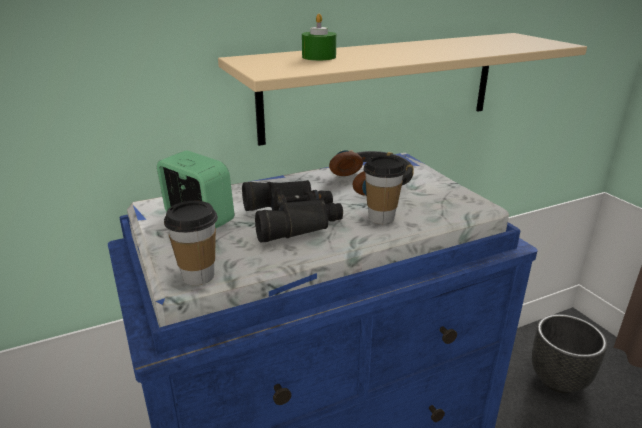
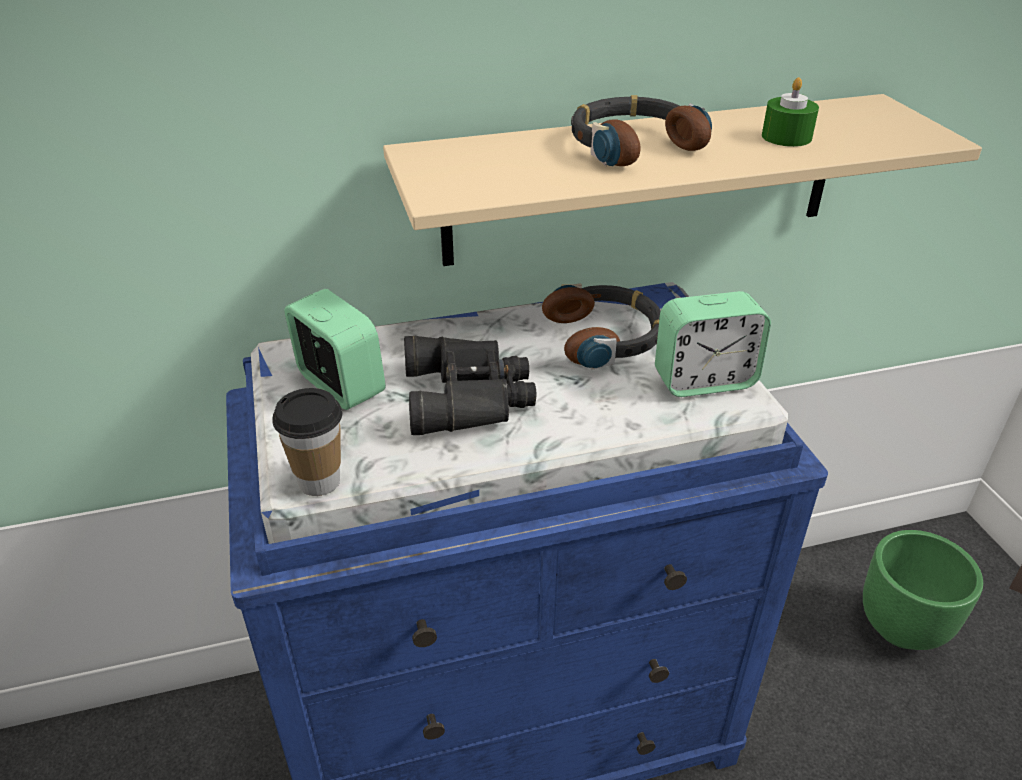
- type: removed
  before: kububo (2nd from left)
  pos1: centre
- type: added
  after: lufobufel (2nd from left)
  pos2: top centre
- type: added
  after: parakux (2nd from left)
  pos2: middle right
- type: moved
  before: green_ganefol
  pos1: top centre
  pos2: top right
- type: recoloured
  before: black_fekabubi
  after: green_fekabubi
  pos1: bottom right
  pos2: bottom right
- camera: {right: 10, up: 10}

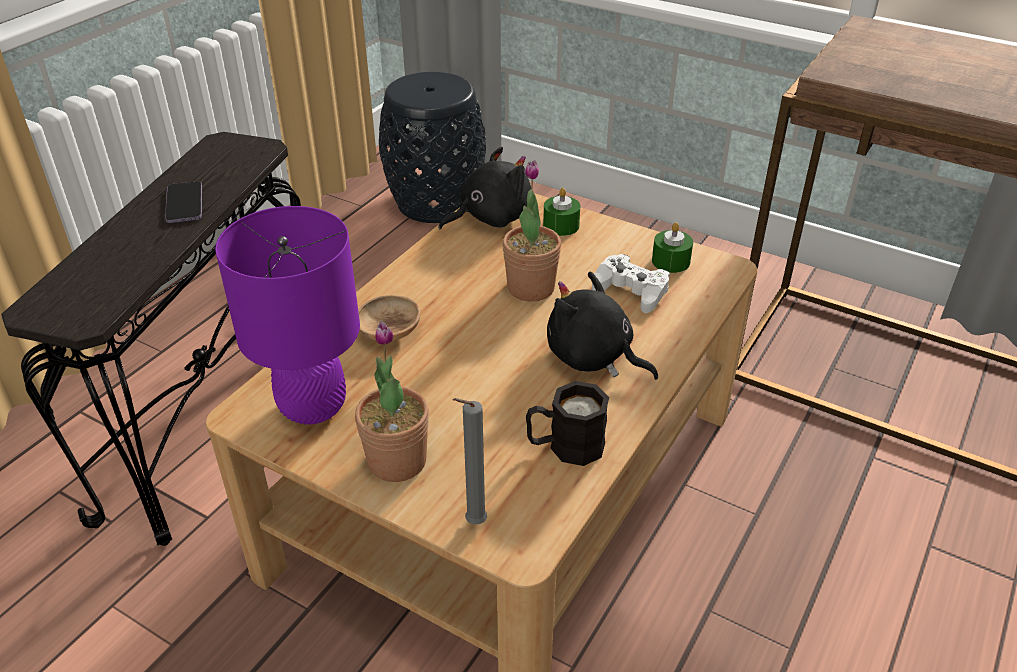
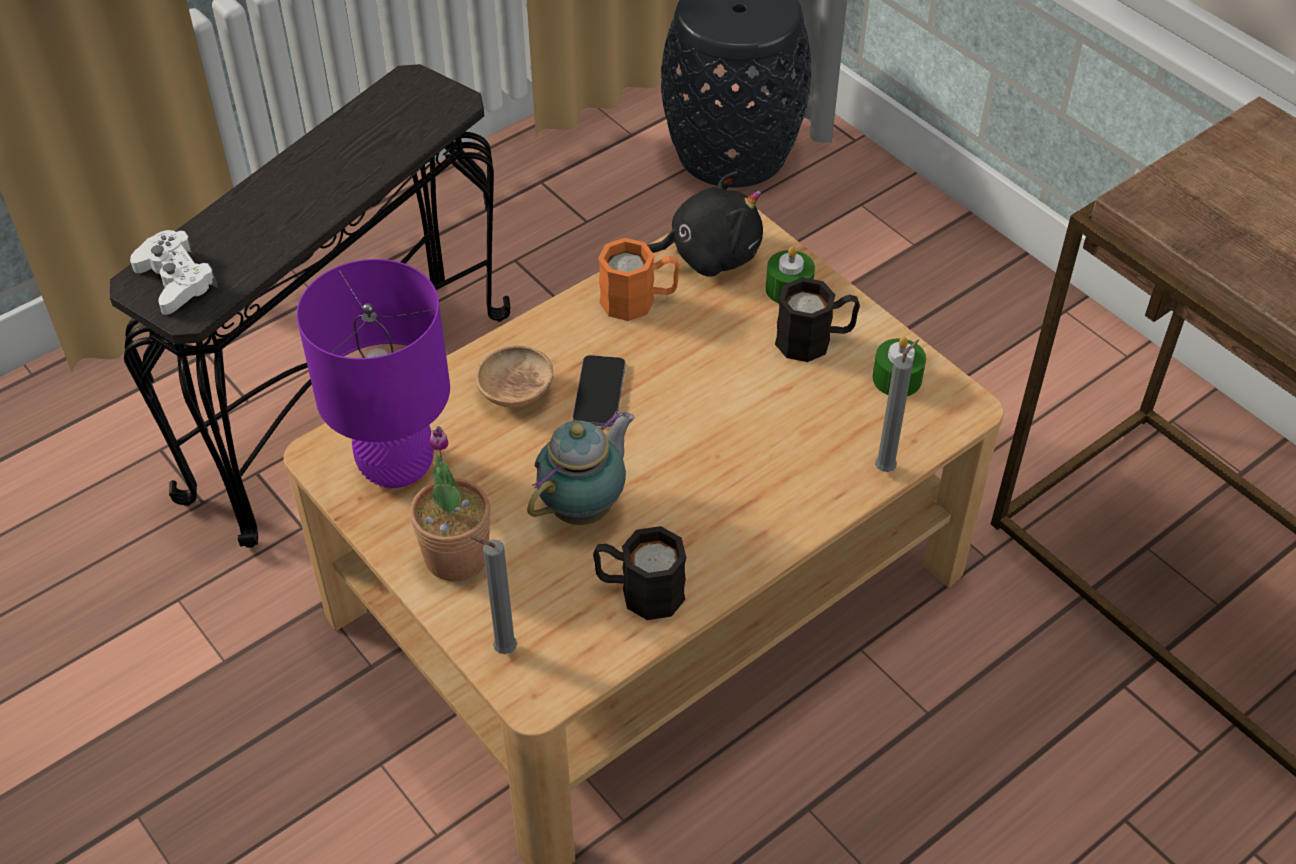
- type: removed
  before: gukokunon (2nd from left)
  pos1: centre
- type: removed
  before: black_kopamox (2nd from left)
  pos1: centre
- type: added
  after: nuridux
  pos2: centre
- type: added
  after: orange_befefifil
  pos2: top centre
- type: added
  after: black_befefifil (2nd from left)
  pos2: centre
- type: added
  after: grey_ganefol (2nd from left)
  pos2: middle right
- type: moved
  before: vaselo
  pos1: top left
  pos2: centre
- type: moved
  before: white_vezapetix
  pos1: centre
  pos2: top left
- camera: {right: 20, up: 10}

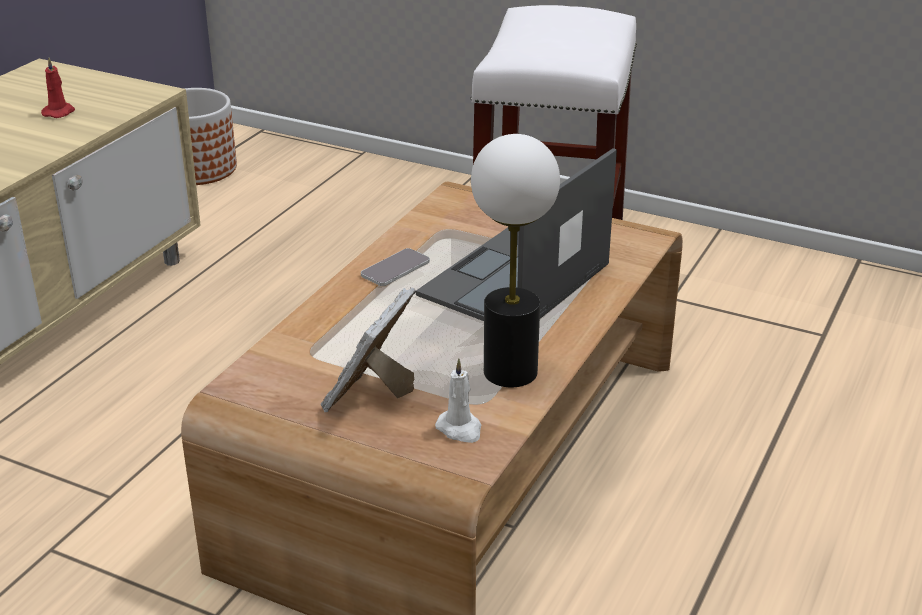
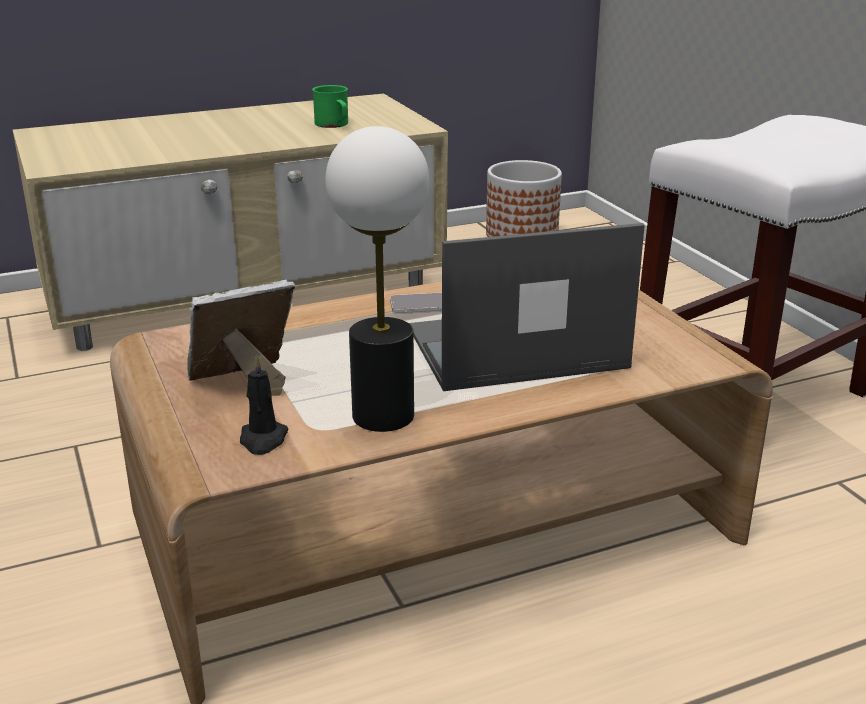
- type: replaced
  before: red_ganefol
  after: green_befefifil
  pos1: top left
  pos2: top centre
- type: recoloured
  before: white_ganefol
  after: black_ganefol
  pos1: centre
  pos2: middle left
- camera: {right: 40, up: -5}

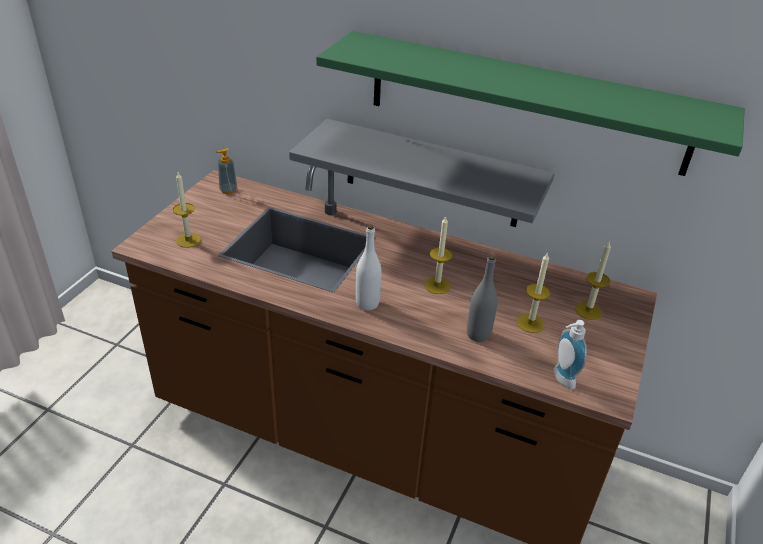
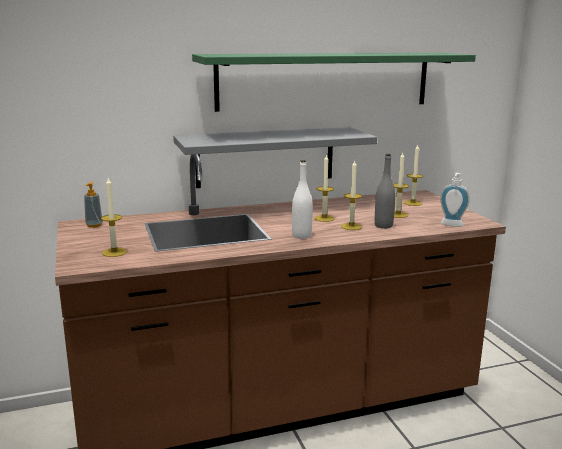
- type: added
  after: ganefol (3rd from left)
  pos2: centre
- camera: {right: -40, up: -20}

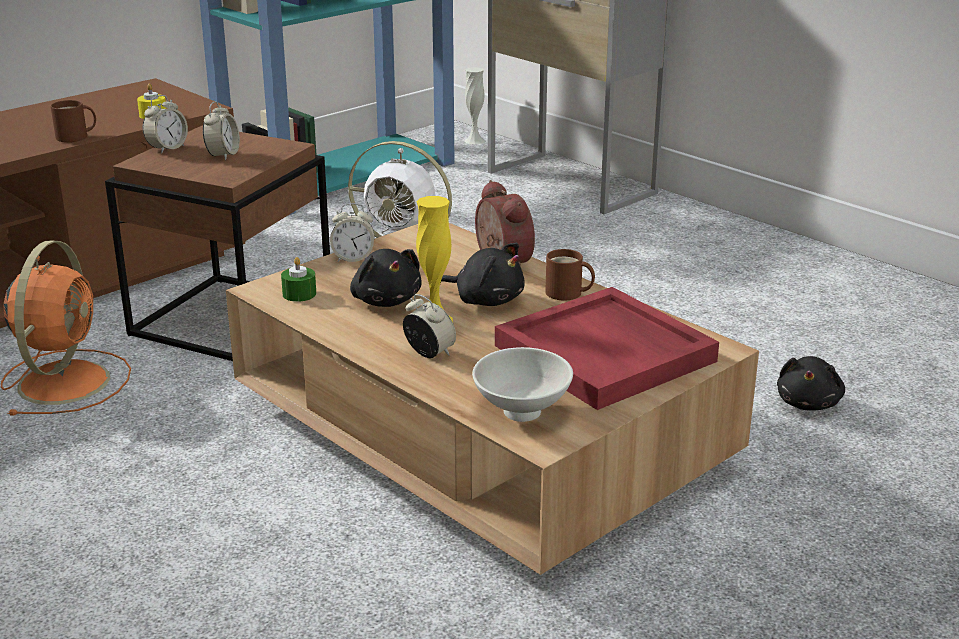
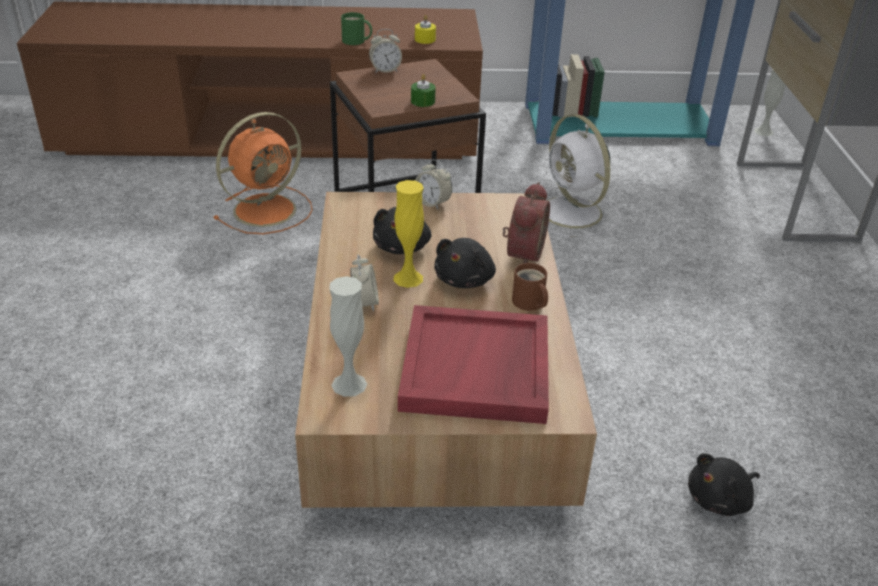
- type: removed
  before: parakux (2nd from left)
  pos1: top left
- type: moved
  before: green_ganefol
  pos1: middle left
  pos2: top centre
- type: replaced
  before: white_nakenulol
  after: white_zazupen (1st from left)
  pos1: centre
  pos2: centre
- type: recoloured
  before: brown_befefifil (1st from left)
  after: green_befefifil
  pos1: top left
  pos2: top centre
- type: turned
  before: black_kopamox (2nd from left)
  pos1: centre
  pos2: centre
  turn: 45
- camera: {right: 40, up: 10}

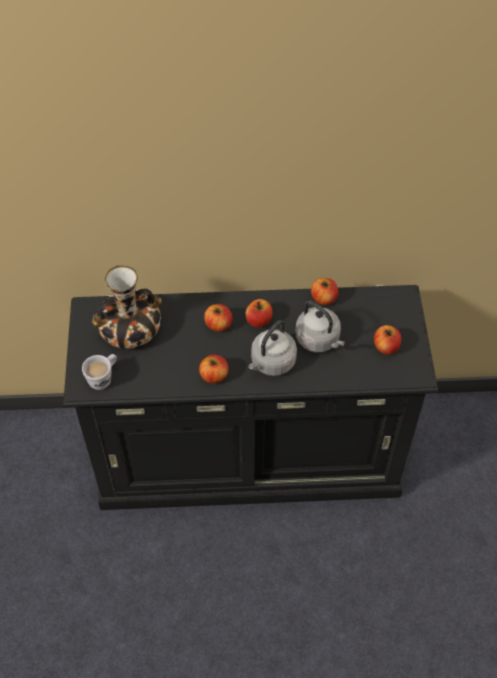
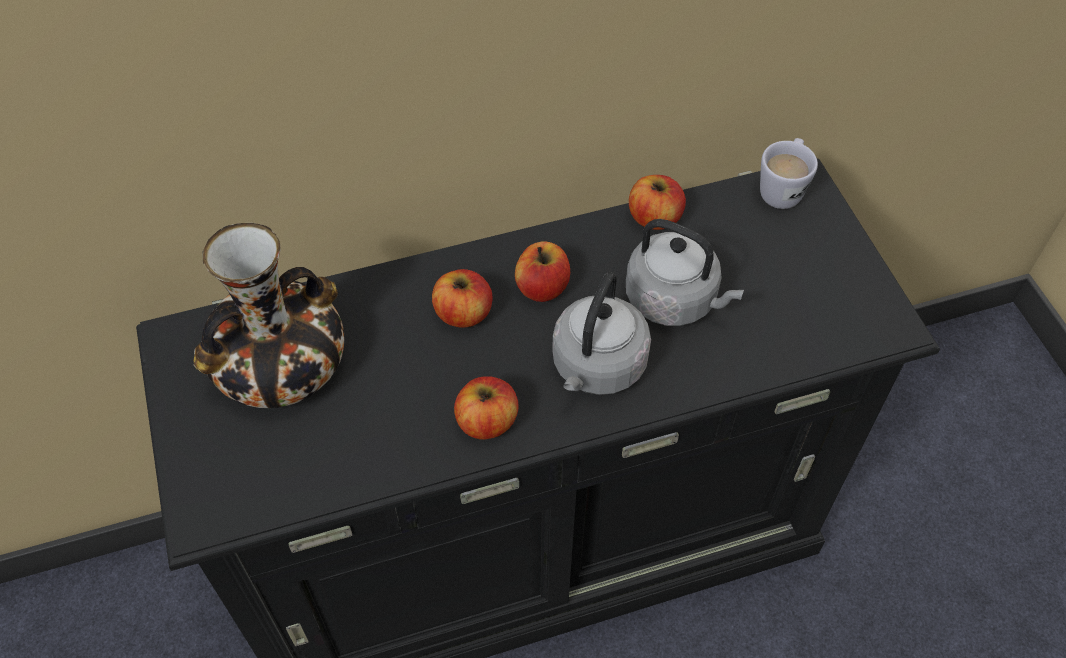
- type: removed
  before: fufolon (5th from left)
  pos1: middle right
- type: moved
  before: white_befefifil
  pos1: middle left
  pos2: top right
- camera: {right: -15, up: 0}

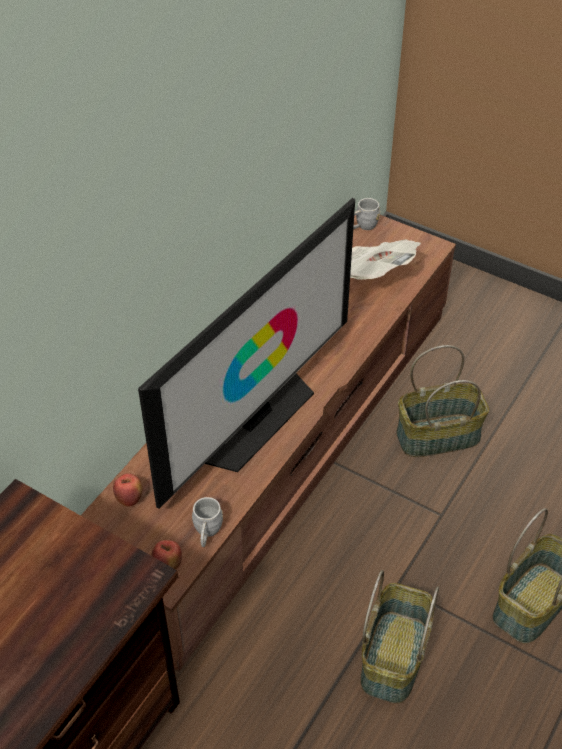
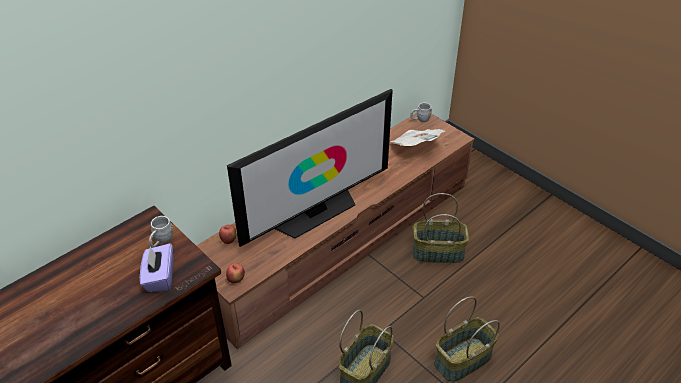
- type: added
  after: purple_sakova
  pos2: bottom left
- type: moved
  before: grey_befefifil (1st from left)
  pos1: bottom centre
  pos2: middle left
- camera: {right: 15, up: -5}

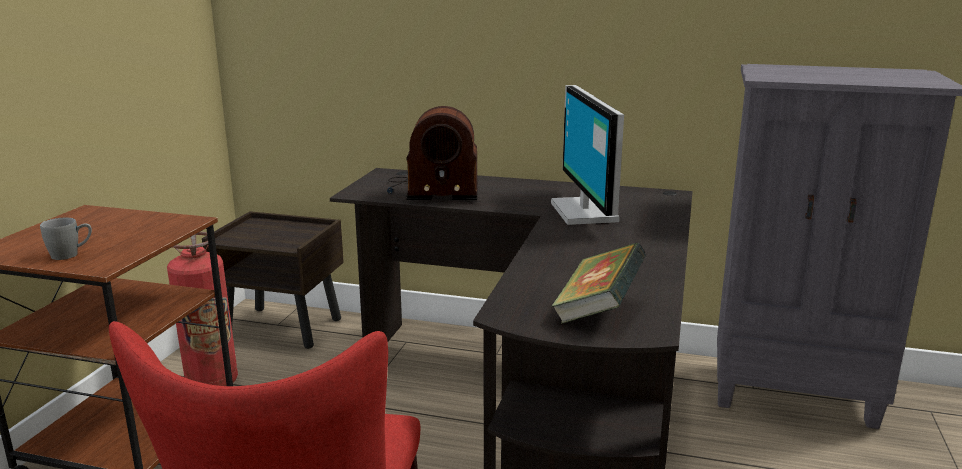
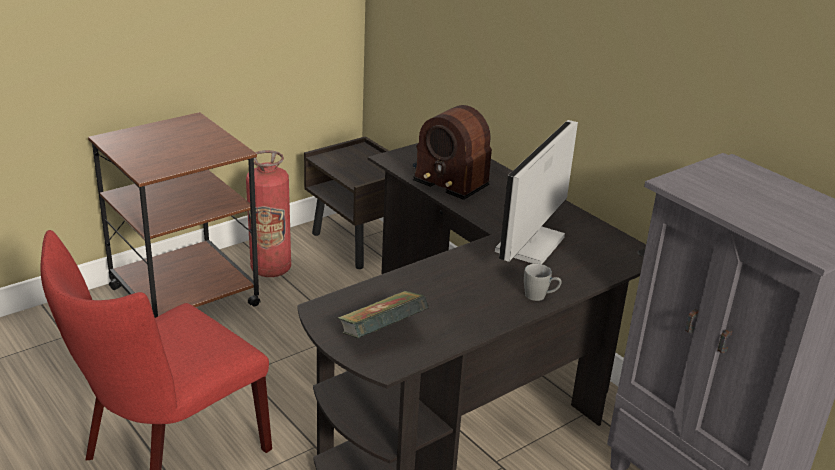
- type: moved
  before: grey_befefifil
  pos1: middle left
  pos2: centre
- camera: {right: 35, up: 10}

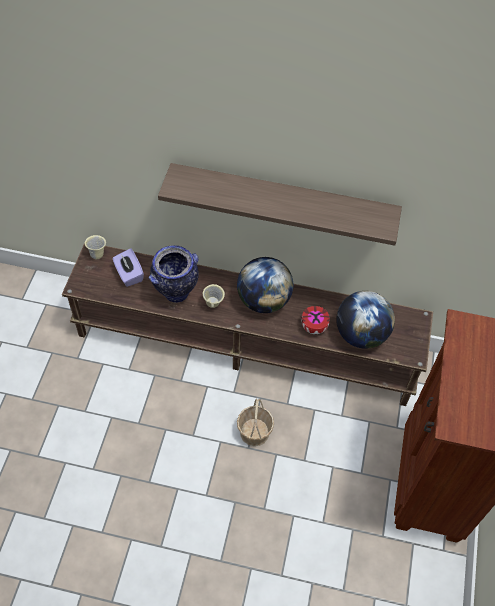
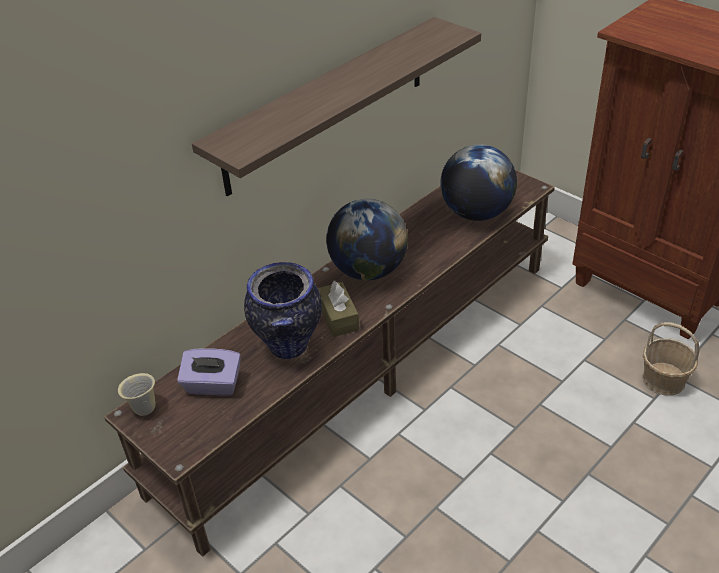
- type: removed
  before: nakenulol
  pos1: centre
- type: moved
  before: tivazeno
  pos1: bottom centre
  pos2: middle right
- type: replaced
  before: beige_befefifil (2nd from left)
  after: brown_sakova
  pos1: centre
  pos2: centre
- camera: {right: -55, up: -15}

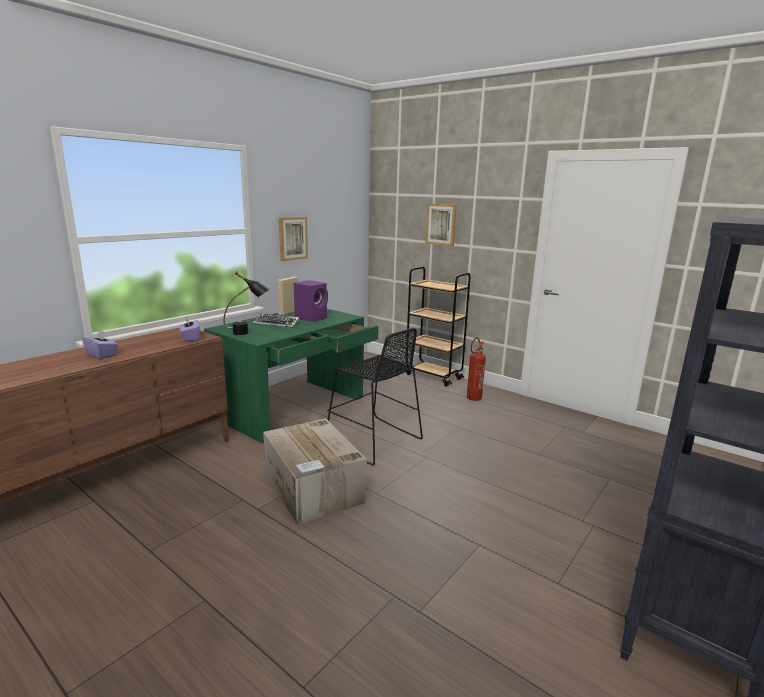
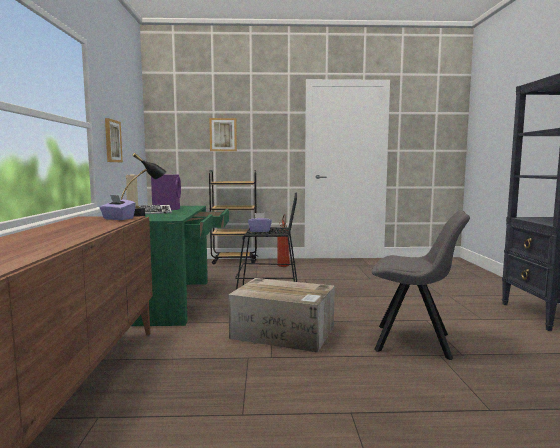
- type: added
  after: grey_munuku
  pos2: middle right
- type: moved
  before: purple_sakova (1st from left in the first image)
  after: purple_sakova (2nd from left)
  pos1: middle left
  pos2: centre
- camera: {right: -40, up: -10}

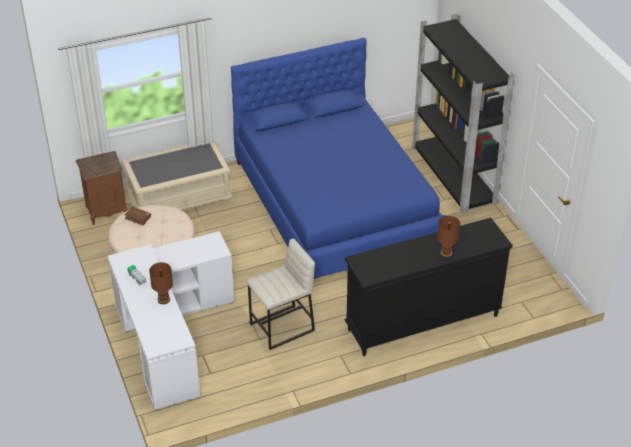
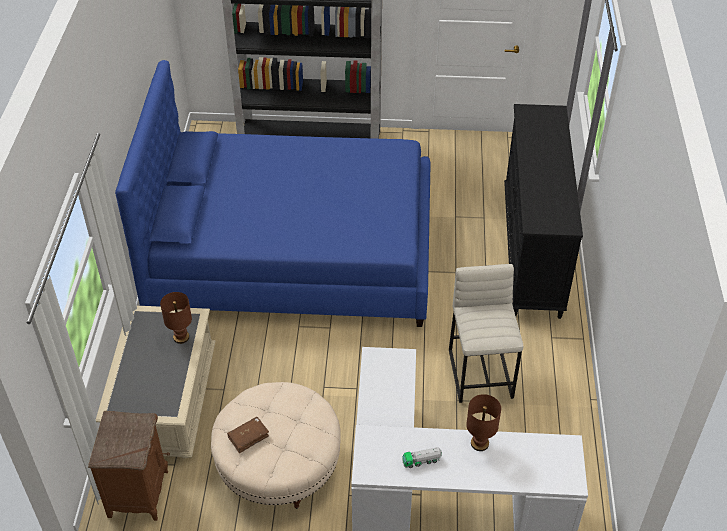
- type: moved
  before: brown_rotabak (2nd from left in the first image)
  after: brown_rotabak (1st from left)
  pos1: middle right
  pos2: middle left
- camera: {right: -65, up: 5}

